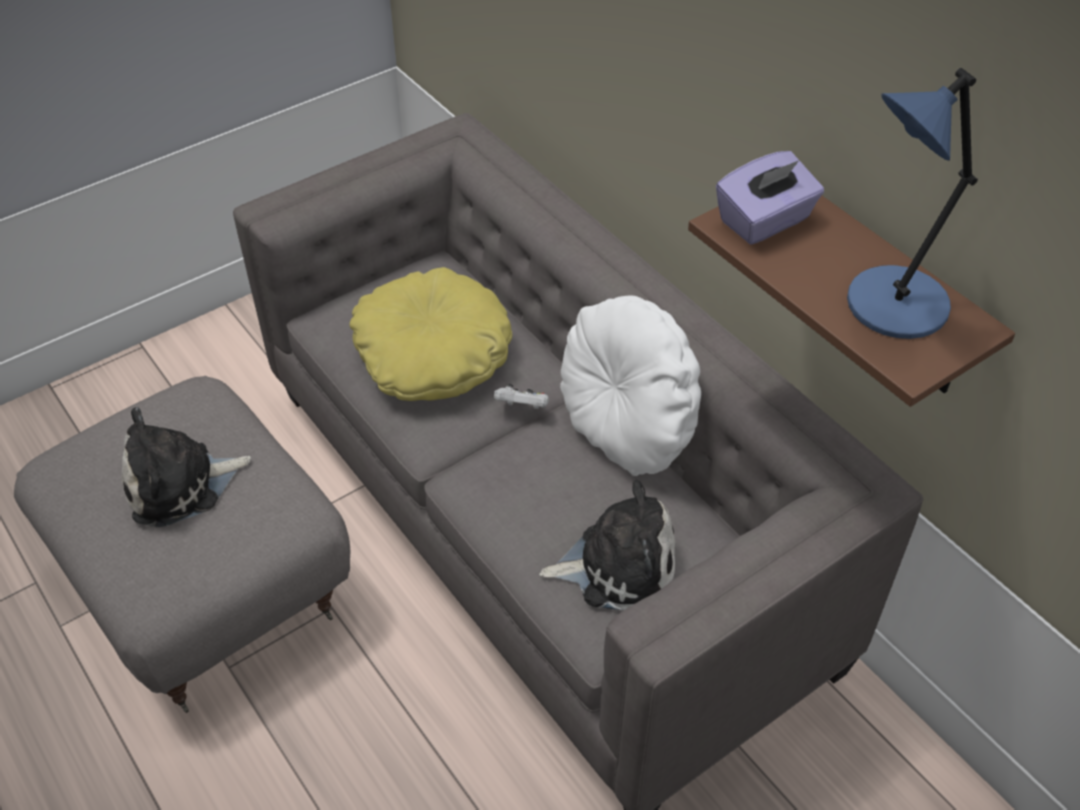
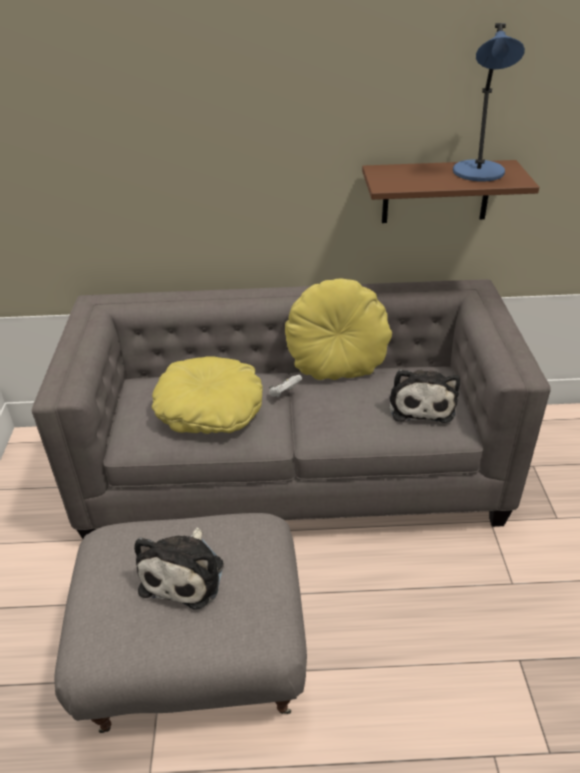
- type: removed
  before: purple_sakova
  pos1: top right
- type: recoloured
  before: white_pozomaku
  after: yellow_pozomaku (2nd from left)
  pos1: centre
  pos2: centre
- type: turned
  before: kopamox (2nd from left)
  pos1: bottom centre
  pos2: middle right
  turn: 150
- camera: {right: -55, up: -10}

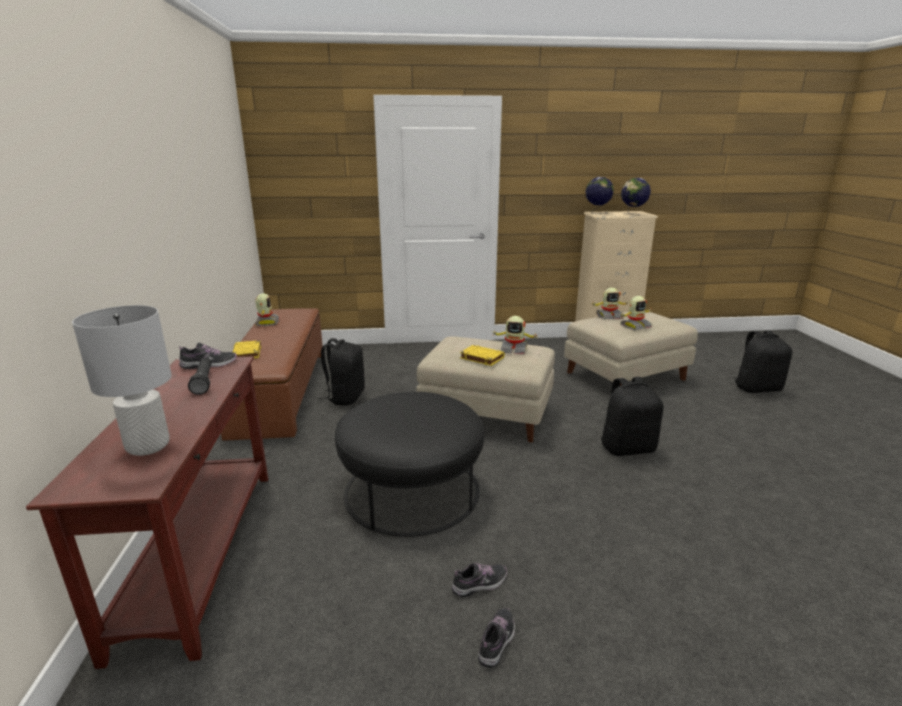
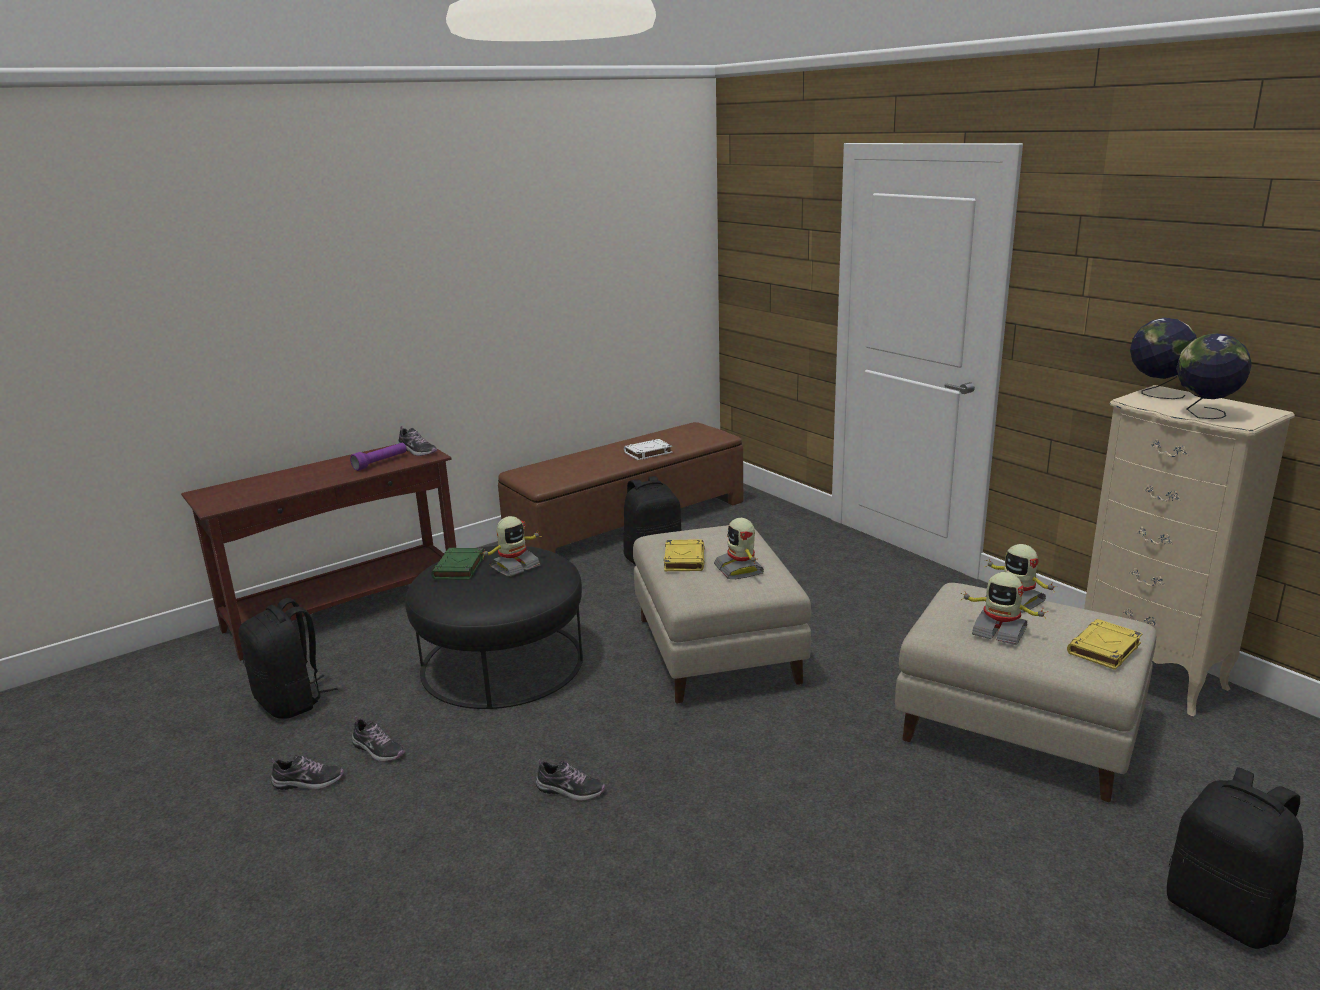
- type: removed
  before: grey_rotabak
  pos1: middle left
- type: added
  after: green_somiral
  pos2: centre
- type: added
  after: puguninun (4th from left)
  pos2: bottom centre
- type: added
  after: white_somiral
  pos2: centre
- type: moved
  before: yellow_somiral (1st from left in the first image)
  after: yellow_somiral (2nd from left)
  pos1: middle left
  pos2: middle right
- type: moved
  before: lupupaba (1st from left)
  pos1: middle left
  pos2: centre
- type: moved
  before: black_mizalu (2nd from left in the first image)
  after: black_mizalu (1st from left)
  pos1: middle right
  pos2: middle left
- type: recoloured
  before: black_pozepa
  after: purple_pozepa
  pos1: middle left
  pos2: middle left
- camera: {right: 60, up: 0}

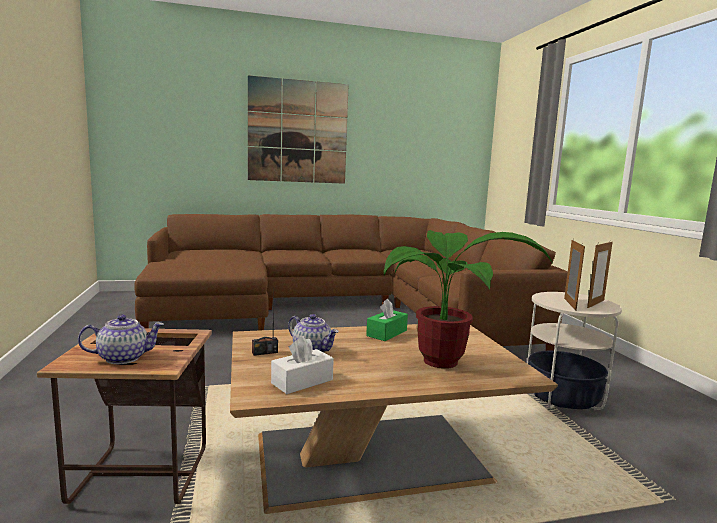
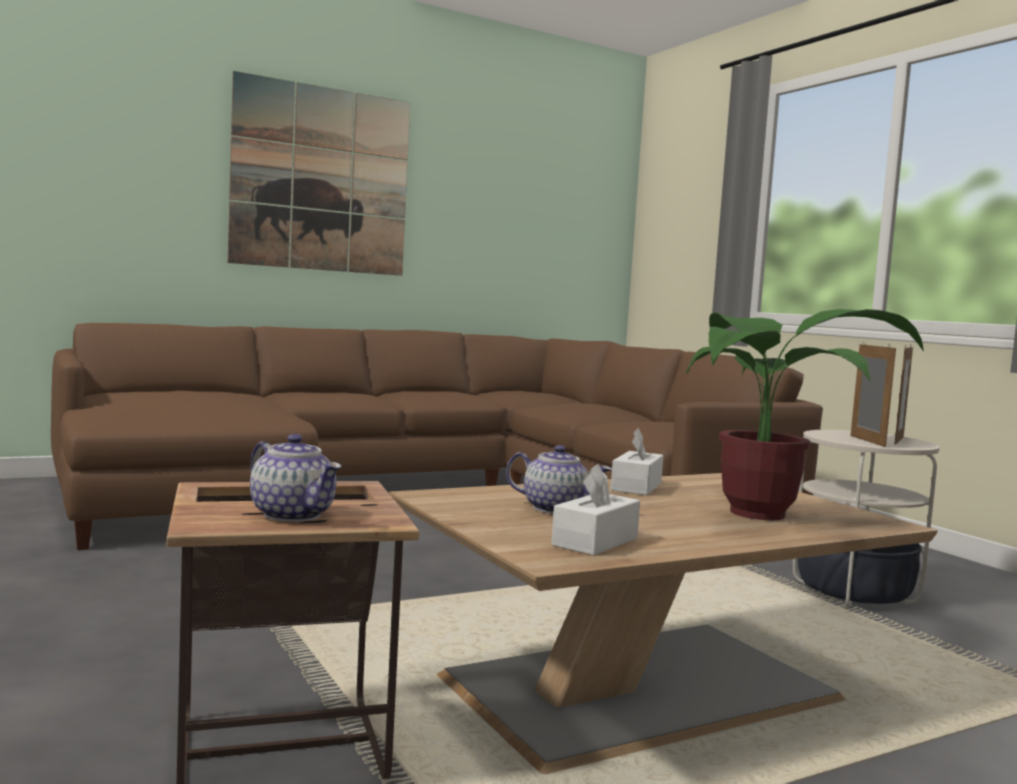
- type: removed
  before: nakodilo
  pos1: centre
- type: recoloured
  before: green_sakova
  after: white_sakova (2nd from left)
  pos1: centre
  pos2: centre
- type: turned
  before: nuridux (1st from left)
  pos1: middle left
  pos2: middle left
  turn: 75
- camera: {right: -15, up: -5}

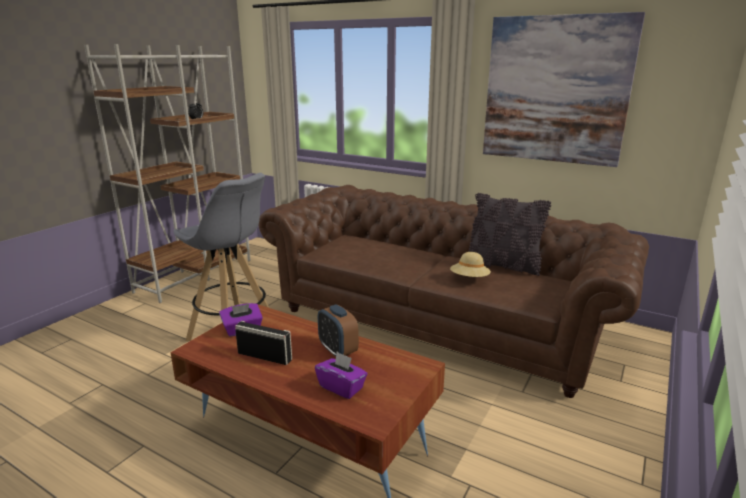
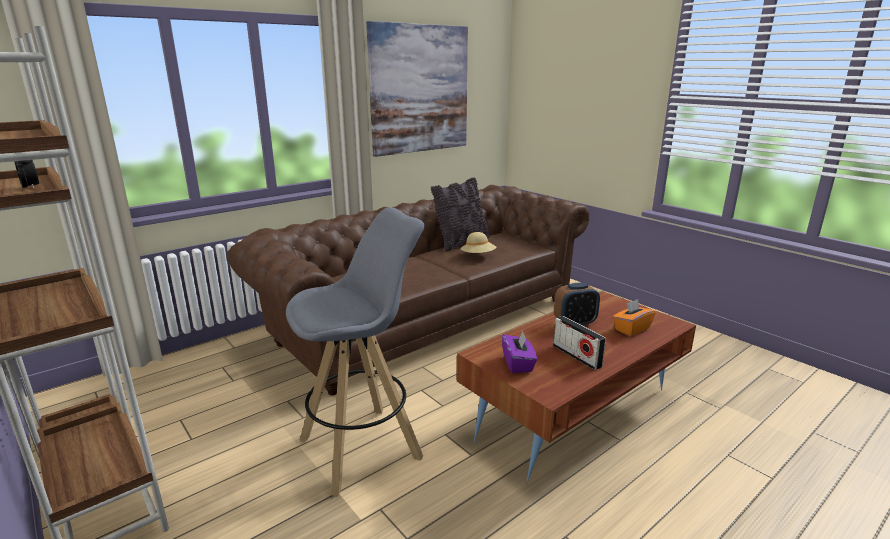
- type: recoloured
  before: purple_sakova (2nd from left)
  after: orange_sakova
  pos1: bottom centre
  pos2: middle right
- type: turned
  before: nakodilo
  pos1: bottom centre
  pos2: centre
  turn: -75
- camera: {right: -70, up: 0}

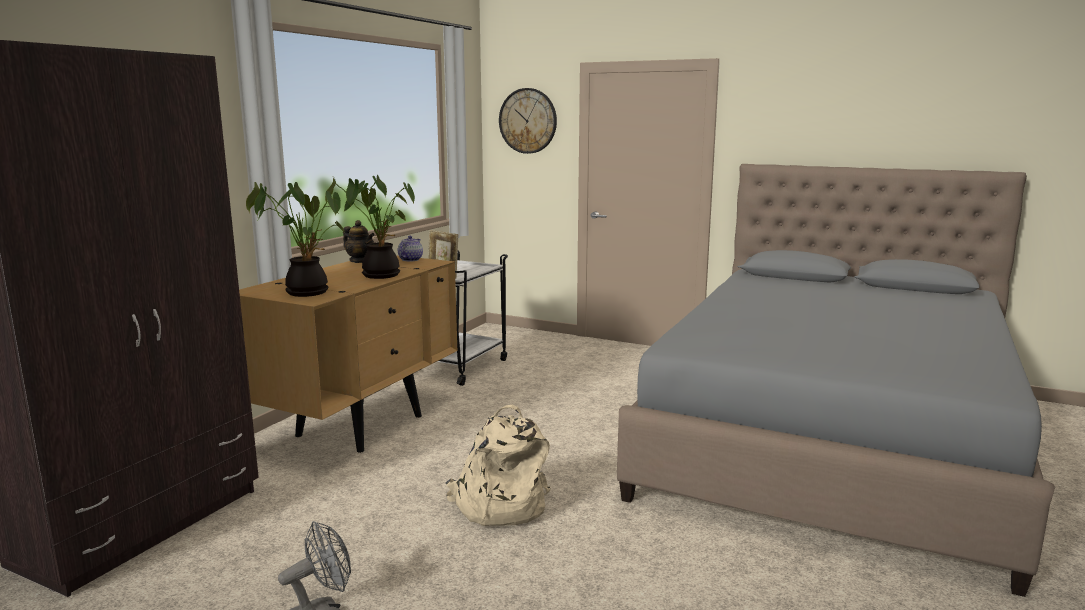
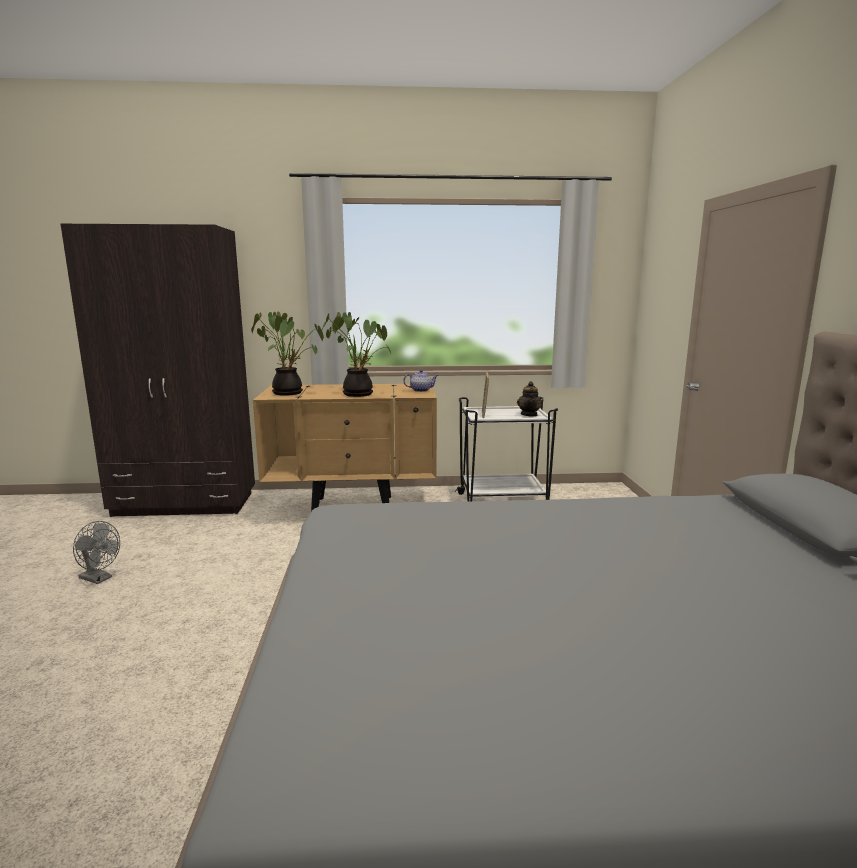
- type: removed
  before: beige_mizalu
  pos1: bottom centre
- type: removed
  before: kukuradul
  pos1: top centre
- type: moved
  before: nuridux (1st from left in the first image)
  after: nuridux (2nd from left)
  pos1: middle left
  pos2: centre
- camera: {right: 60, up: 0}

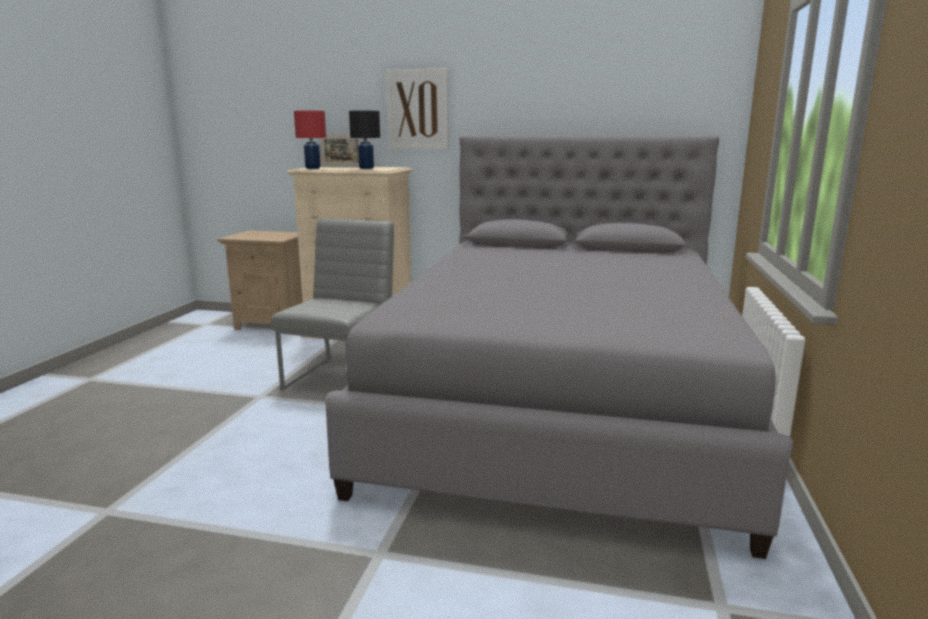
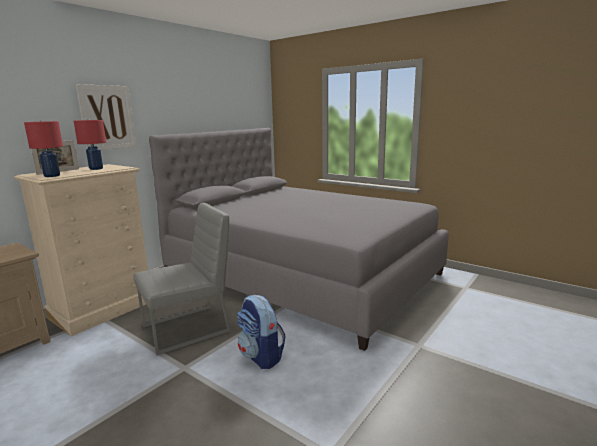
- type: added
  after: mizalu
  pos2: bottom centre
- type: recoloured
  before: black_rotabak
  after: red_rotabak (2nd from left)
  pos1: top centre
  pos2: top left
- type: turned
  before: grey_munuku
  pos1: centre
  pos2: middle left
  turn: 105
- camera: {right: -65, up: 0}

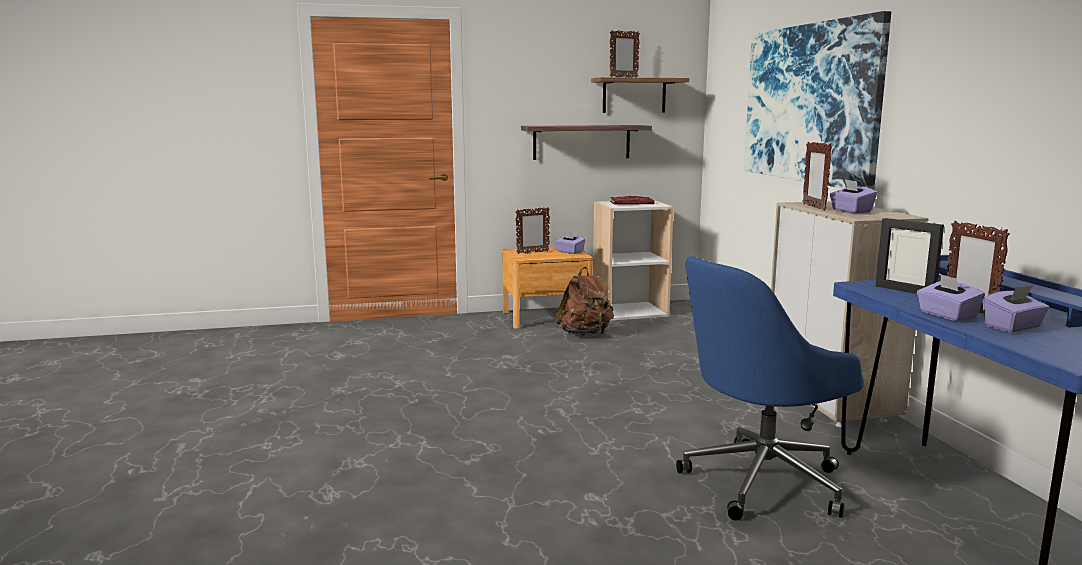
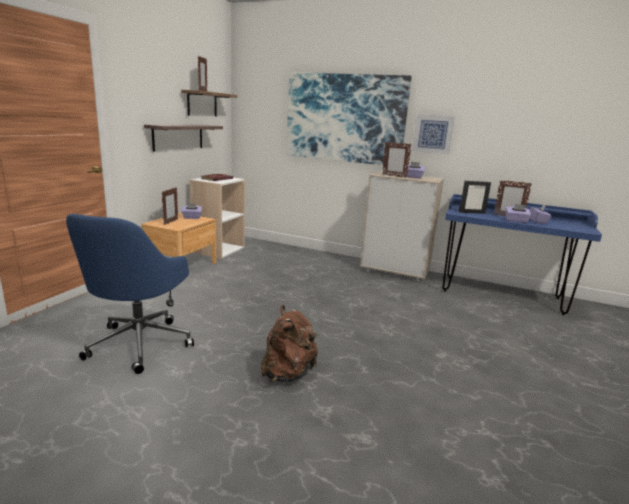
- type: added
  after: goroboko (2nd from left)
  pos2: top right
- type: moved
  before: brown_mizalu
  pos1: centre
  pos2: bottom centre
- type: moved
  before: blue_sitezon
  pos1: bottom right
  pos2: middle left
- camera: {right: -55, up: 5}

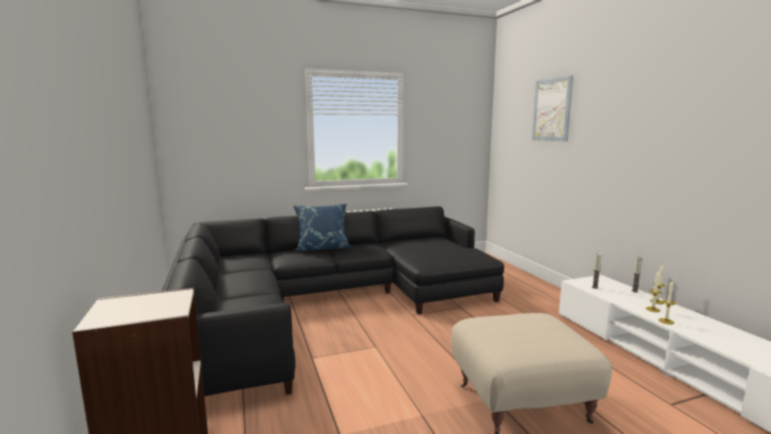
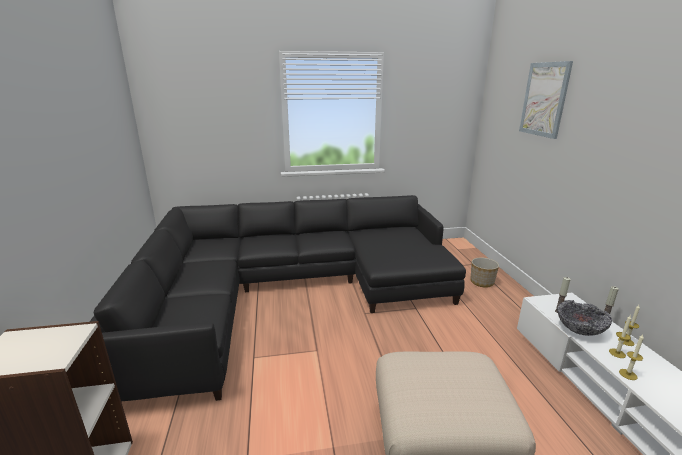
- type: removed
  before: blue_pozomaku
  pos1: centre
- type: added
  after: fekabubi
  pos2: middle right
- type: added
  after: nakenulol
  pos2: bottom right
- camera: {right: 10, up: 10}

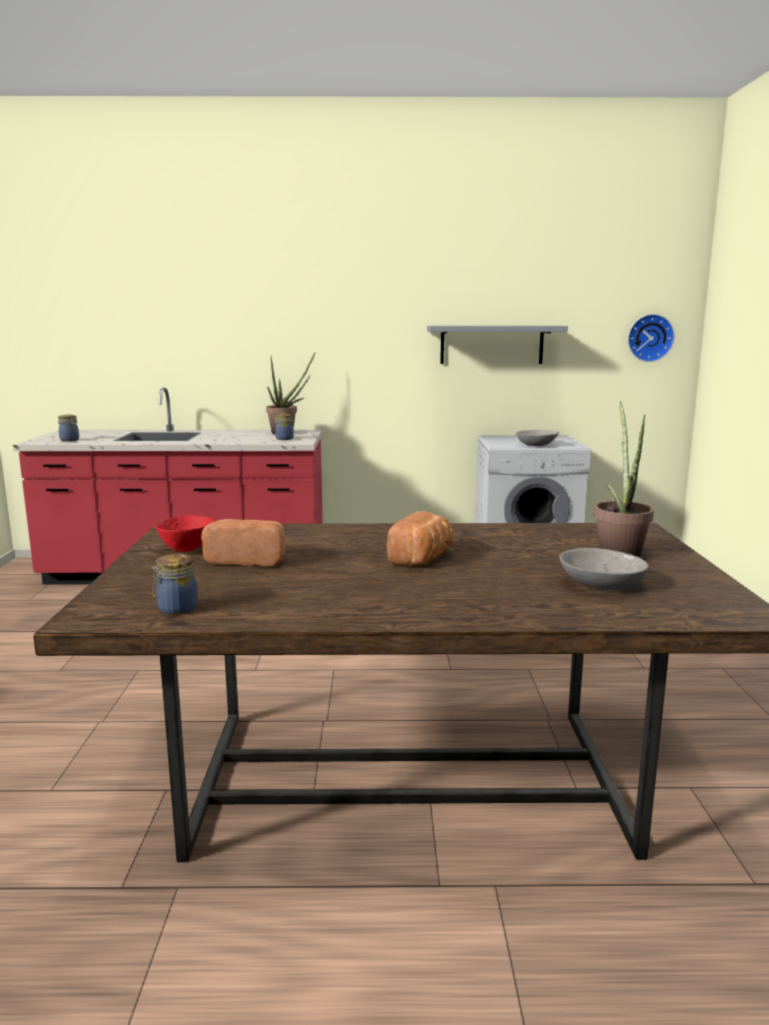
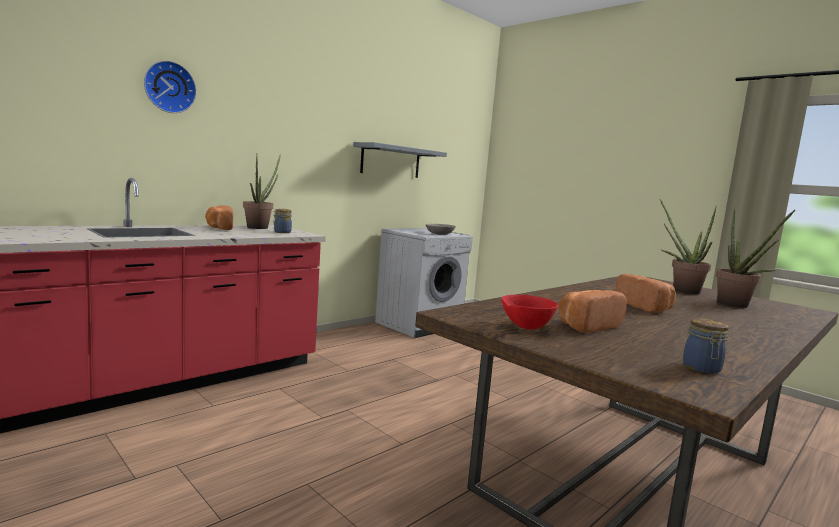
- type: removed
  before: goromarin (1st from left)
  pos1: middle left
- type: added
  after: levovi (1st from left)
  pos2: middle left
- type: moved
  before: kukuradul
  pos1: top right
  pos2: top left
- type: replaced
  before: grey_nakenulol (2nd from left)
  after: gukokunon (3rd from left)
  pos1: middle right
  pos2: middle right
- camera: {right: -45, up: -5}

